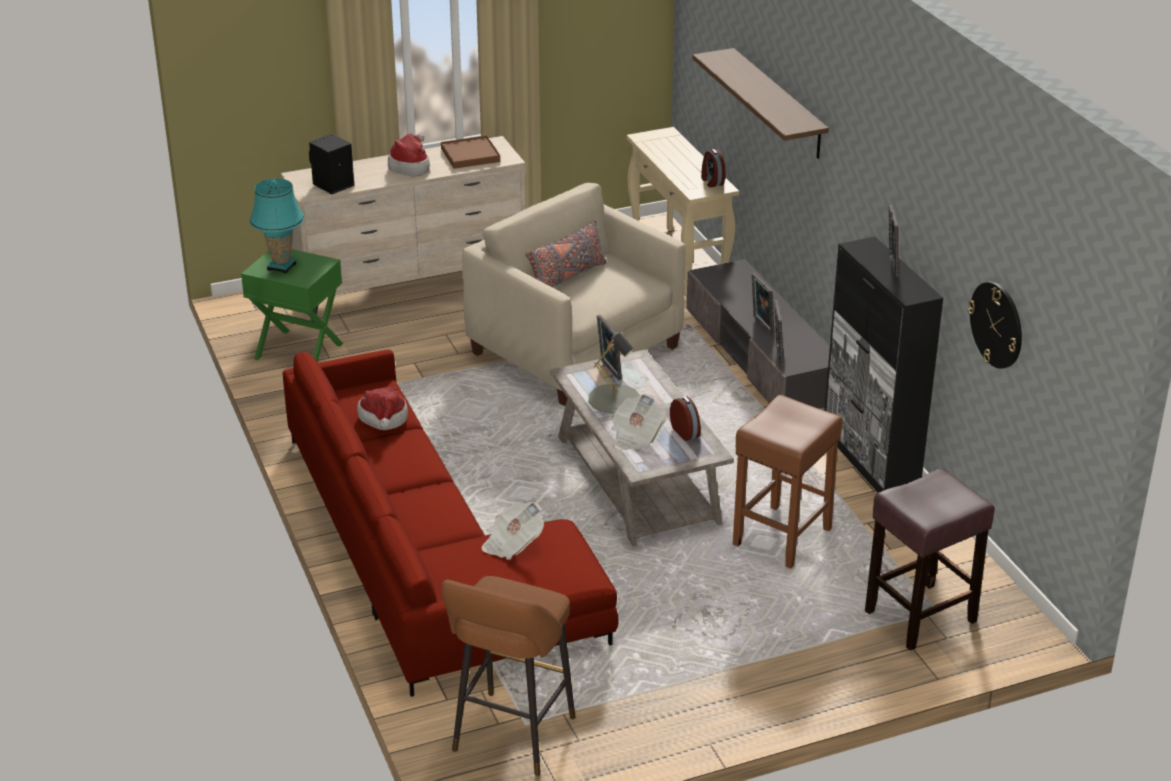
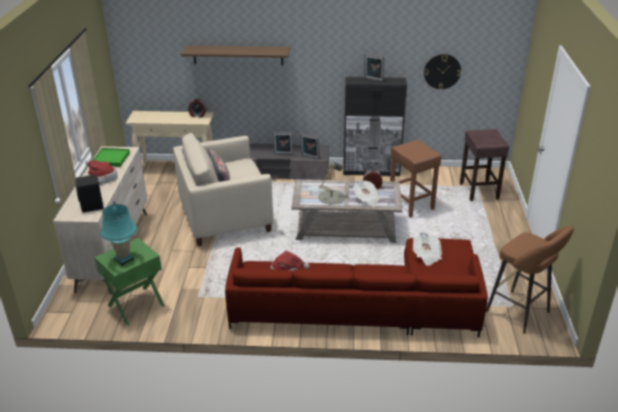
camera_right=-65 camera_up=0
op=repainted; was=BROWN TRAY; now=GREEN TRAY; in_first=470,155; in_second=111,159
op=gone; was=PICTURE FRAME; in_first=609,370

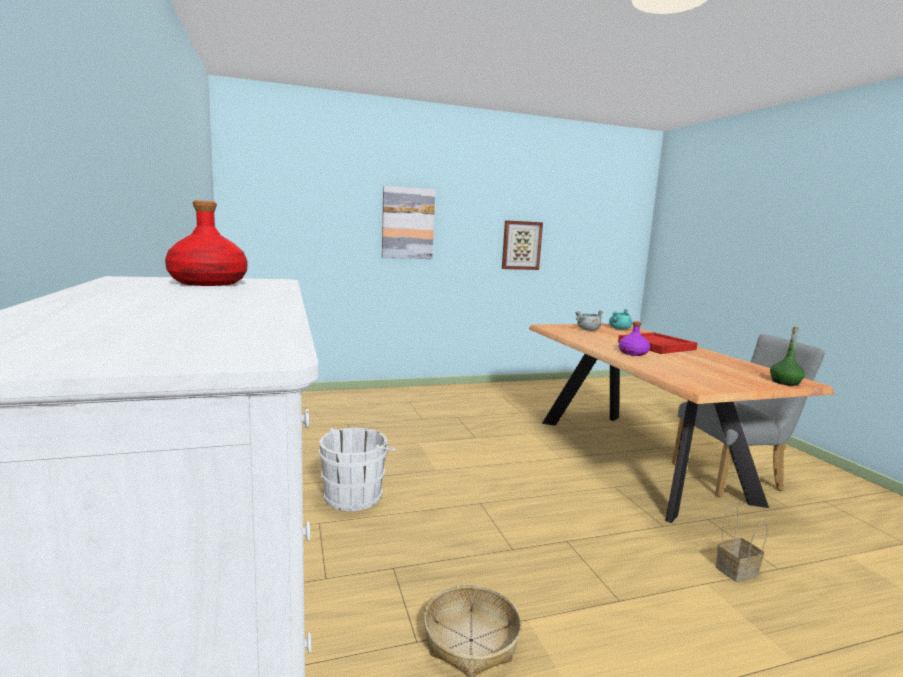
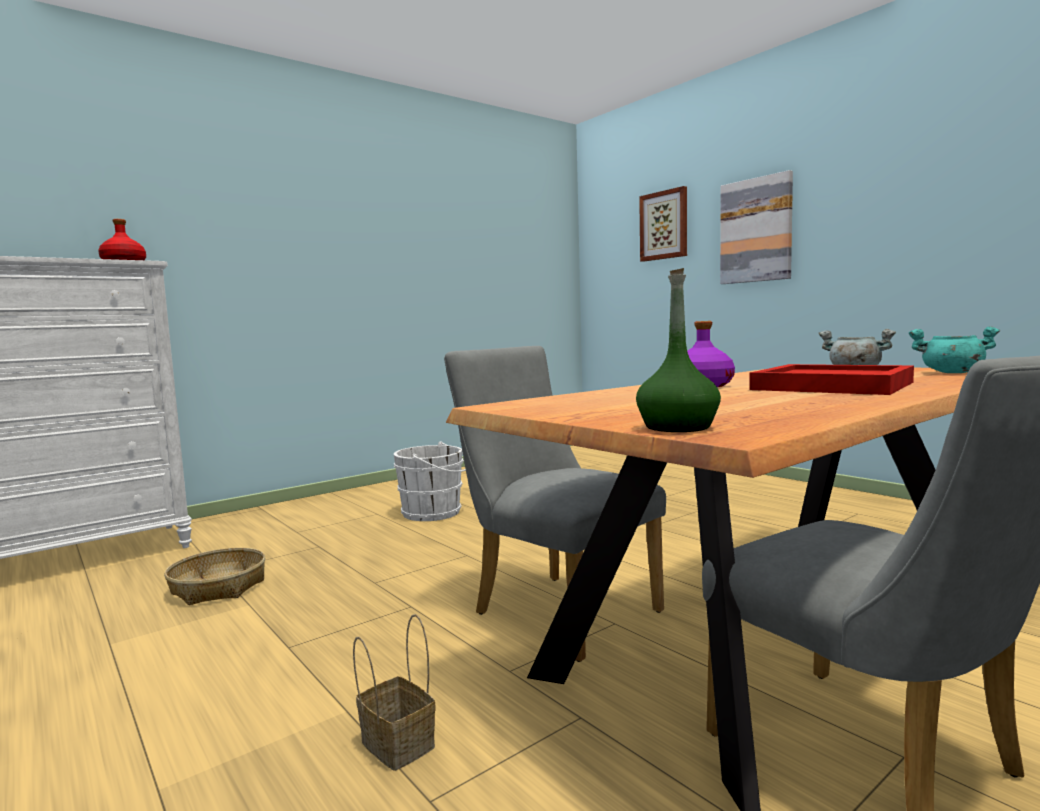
camera_right=70 camera_up=-5
op=shifted; was=PICTURE; in_first=521,245; in_second=664,225
op=new; now=GREY CHAIR; in_second=556,609

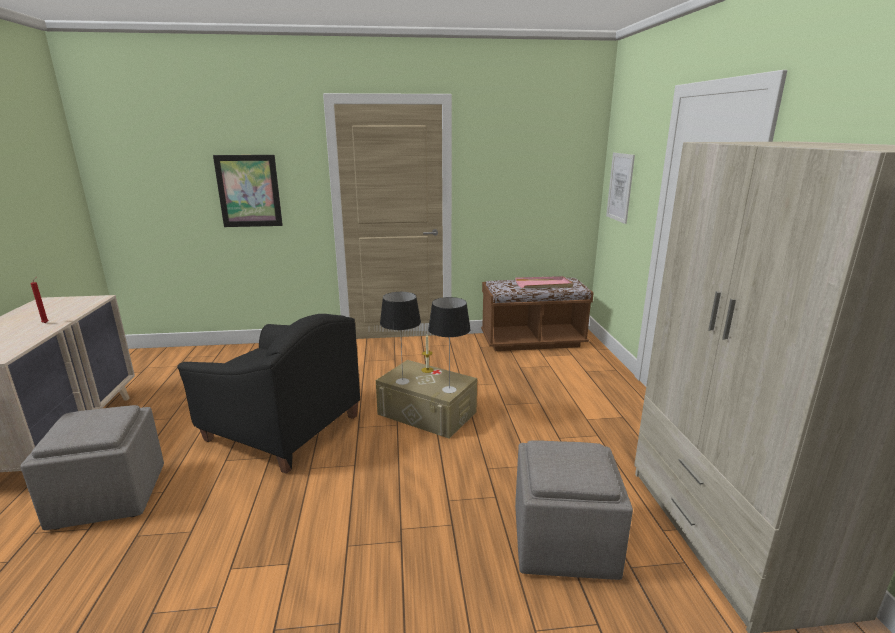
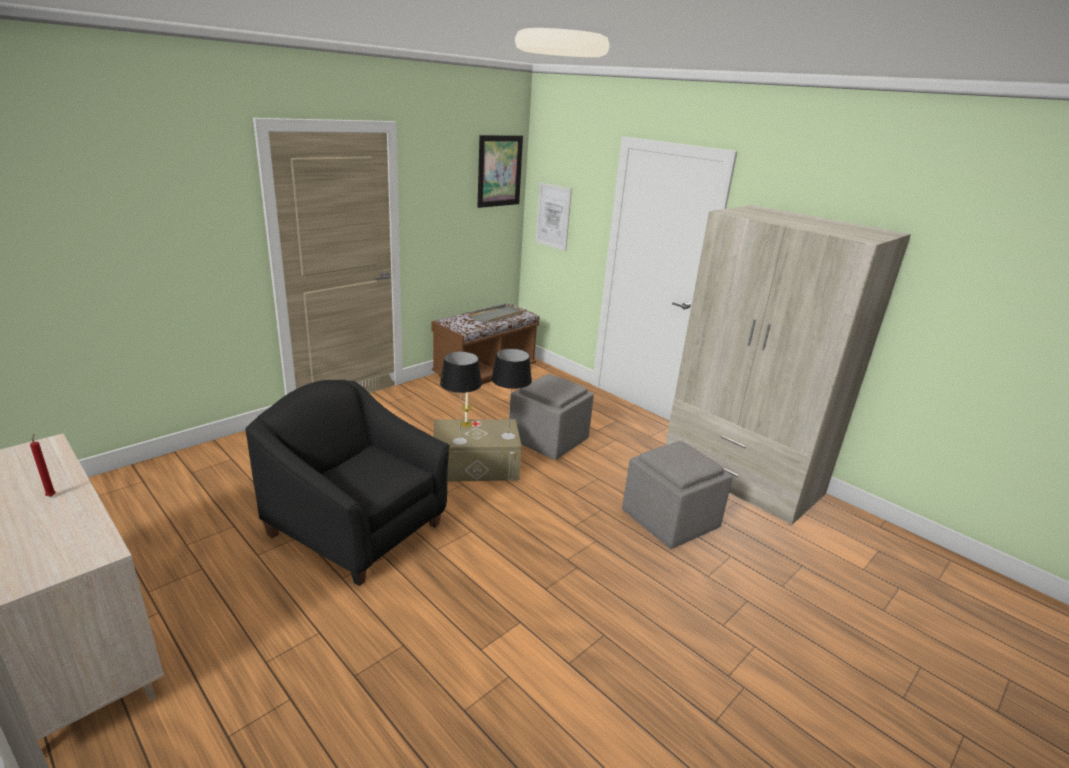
camera_right=-40 camera_up=5
op=shifted; was=GREY OTTOMAN; in_first=108,498; in_second=548,440
op=rotated; was=BLACK ARMCHAIR; in_first=281,429; in_second=358,529; clockwise=-135
op=shifted; was=PICTURE; in_first=249,191; in_second=499,171
op=repainted; was=PINK TRAY; now=GREY TRAY; in_first=544,285; in_second=496,315

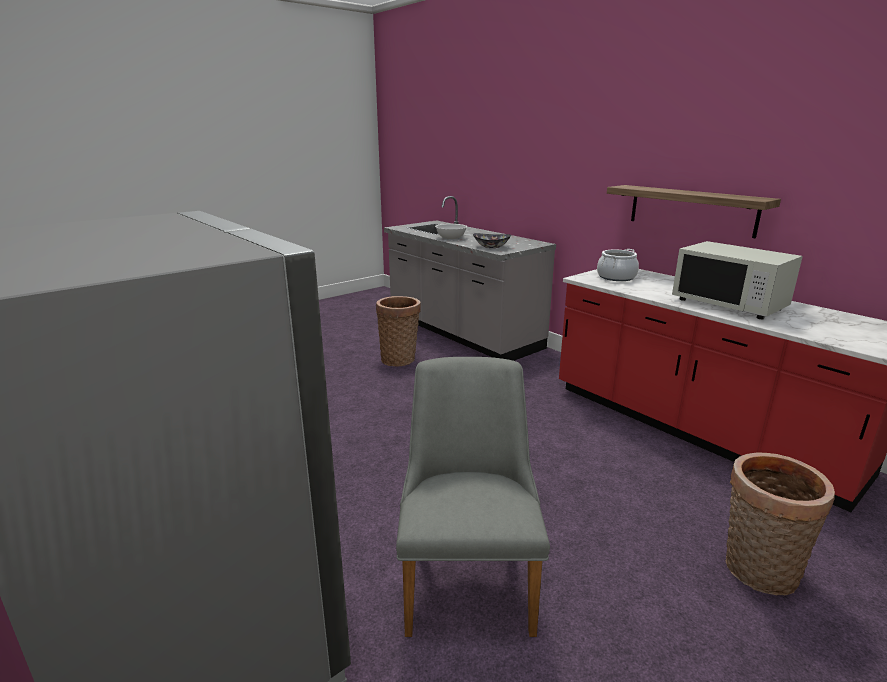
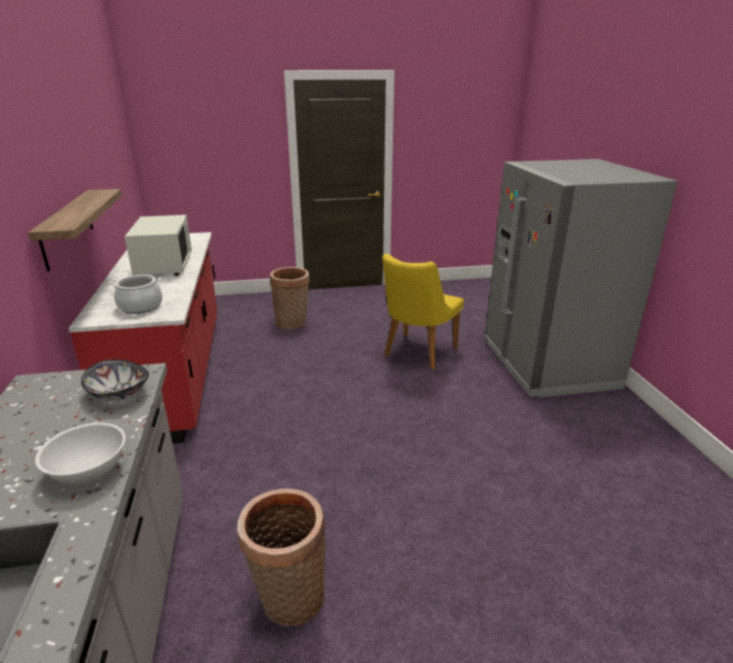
camera_right=-150 camera_up=5
op=repainted; was=GREY CHAIR; now=YELLOW CHAIR; in_first=468,578; in_second=416,354

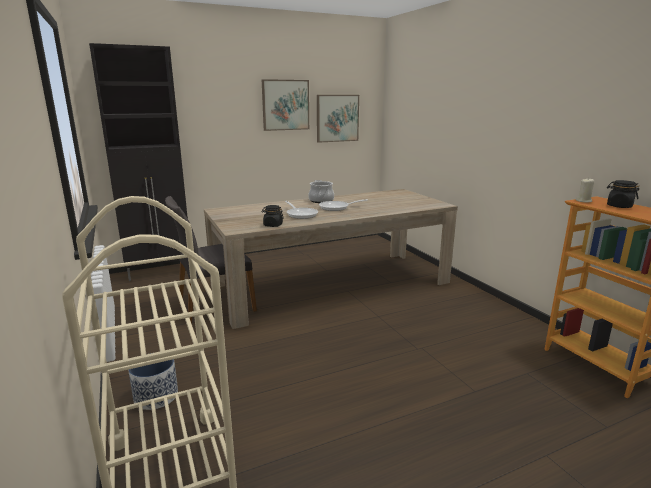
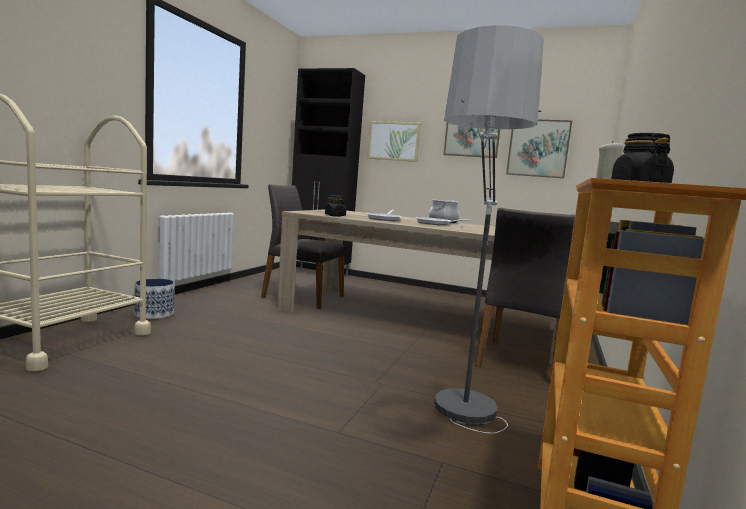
camera_right=45 camera_up=-10
op=new; now=PICTURE; in_second=393,141
op=new; now=FLOOR LAMP; in_second=460,435
op=new; now=GREY CHAIR; in_second=522,362

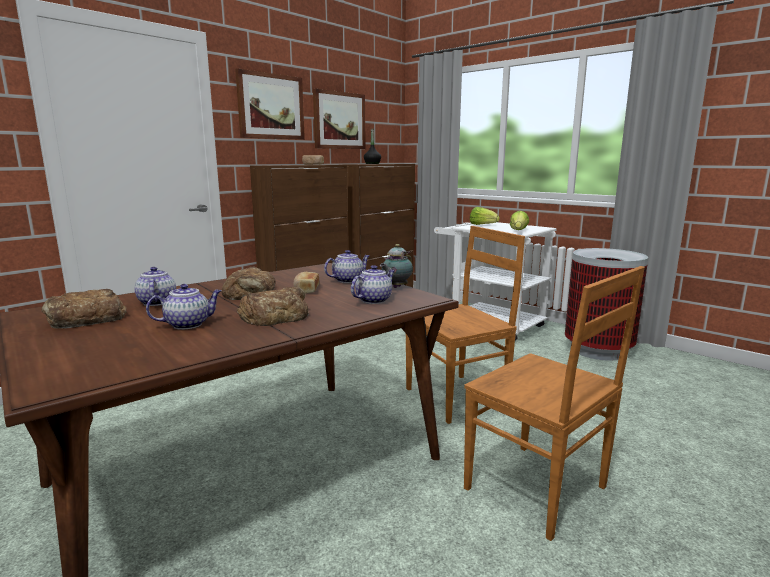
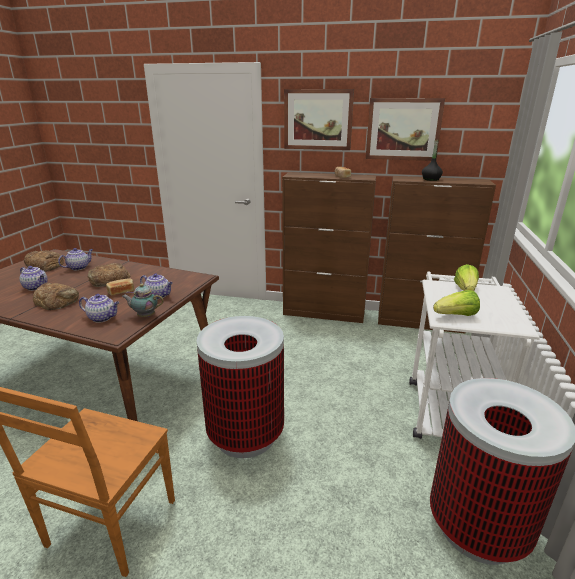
camera_right=60 camera_up=10
op=swapped; was=BROWN CHAIR; now=TRASH CAN; in_first=458,397; in_second=245,435

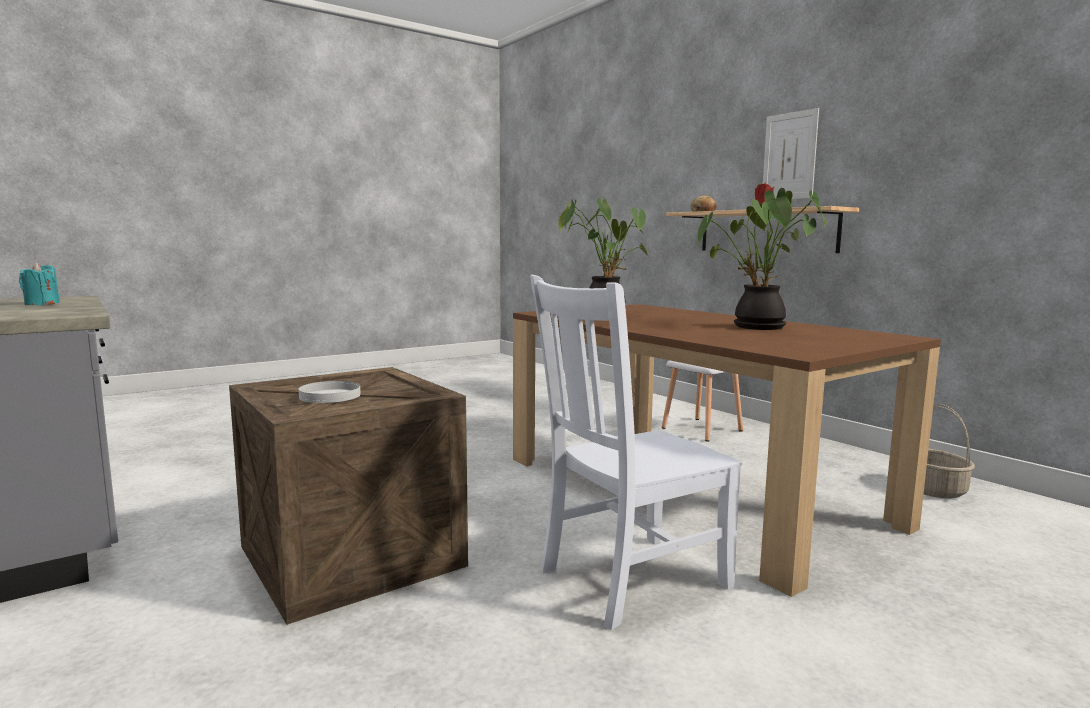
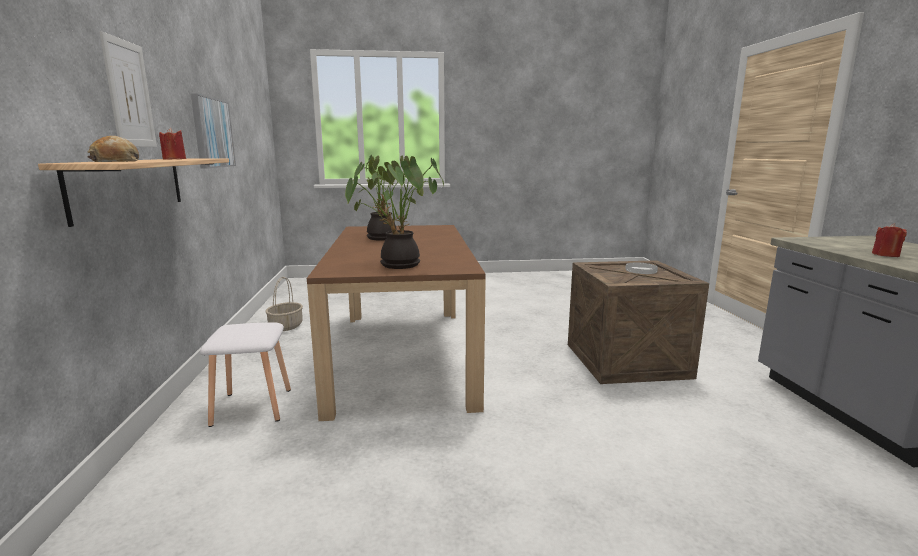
camera_right=-150 camera_up=5
op=repainted; was=TURQUOISE CANDLE; now=RED CANDLE; in_first=42,304; in_second=885,255
op=gone; was=WHITE CHAIR; in_first=628,579
op=new; now=PICTURE; in_second=212,133

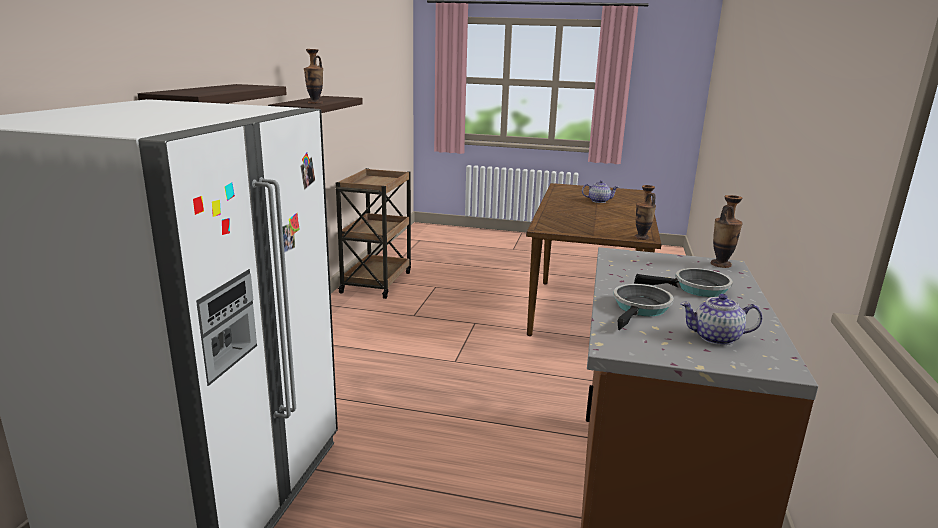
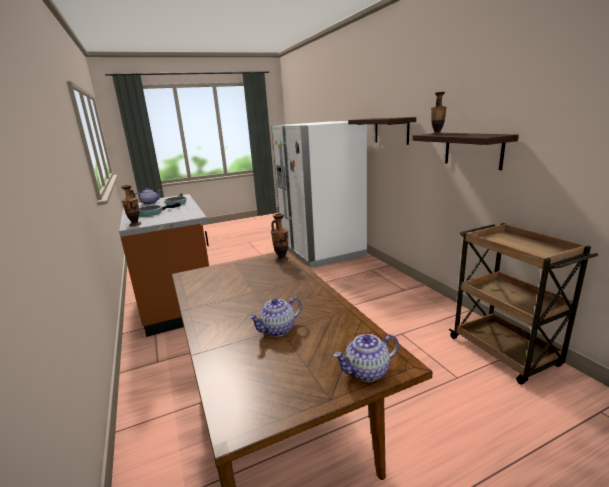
camera_right=145 camera_up=0
op=shifted; was=VASE; in_first=641,238; in_second=282,259
op=new; now=TEAPOT; in_second=367,372

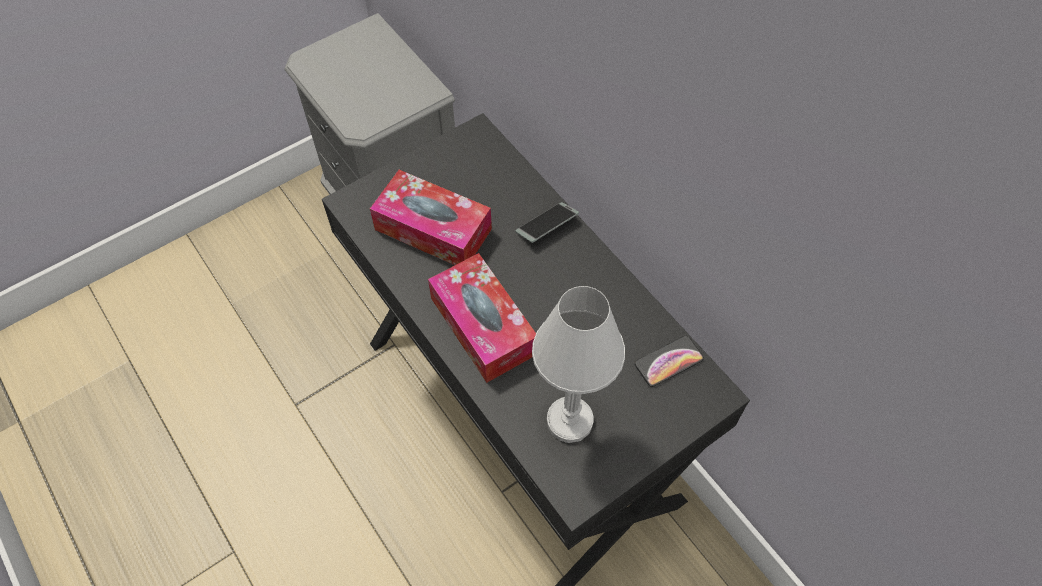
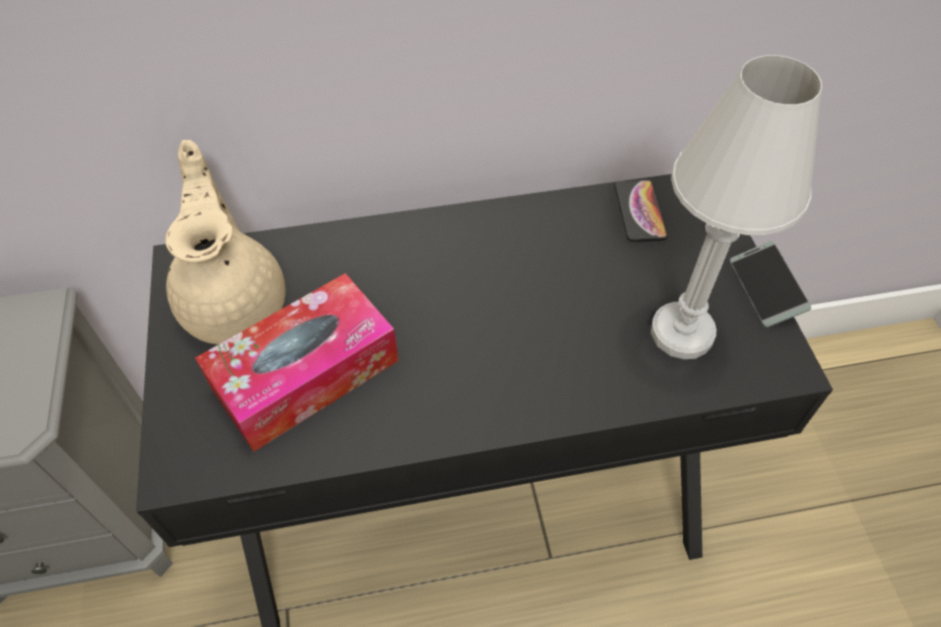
camera_right=-65 camera_up=-5
op=gone; was=TISSUE BOX; in_first=483,326
op=shifted; was=PHONE; in_first=547,226; in_second=765,289
op=new; now=BEIGE TEAPOT; in_second=235,301

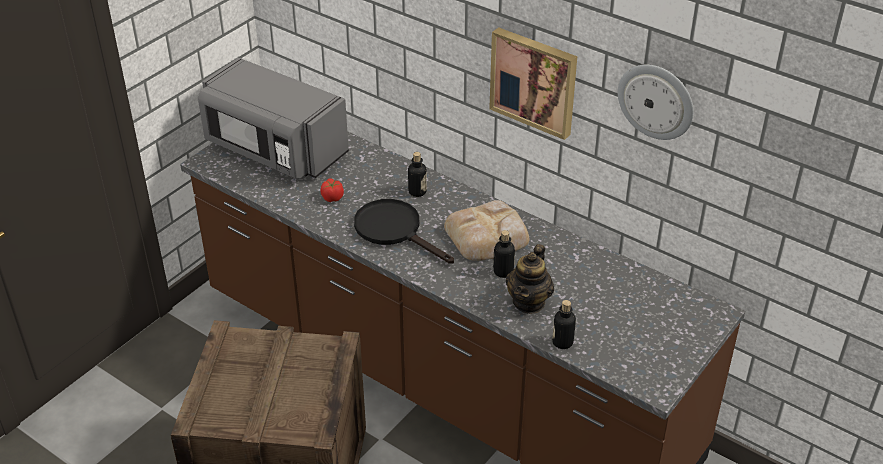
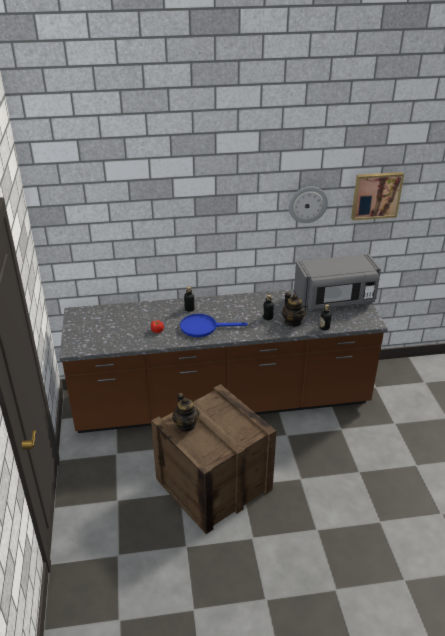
camera_right=-45 camera_up=-5
op=shifted; was=GREY MICROWAVE; in_first=274,150; in_second=335,300
op=repainted; was=BLACK FRYING PAN; now=BLUE FRYING PAN; in_first=395,230; in_second=204,327
op=gone; was=BREAD; in_first=488,236
op=shifted; was=PICTURE; in_first=534,81; in_second=376,195
op=new; now=TEAPOT; in_second=186,425

